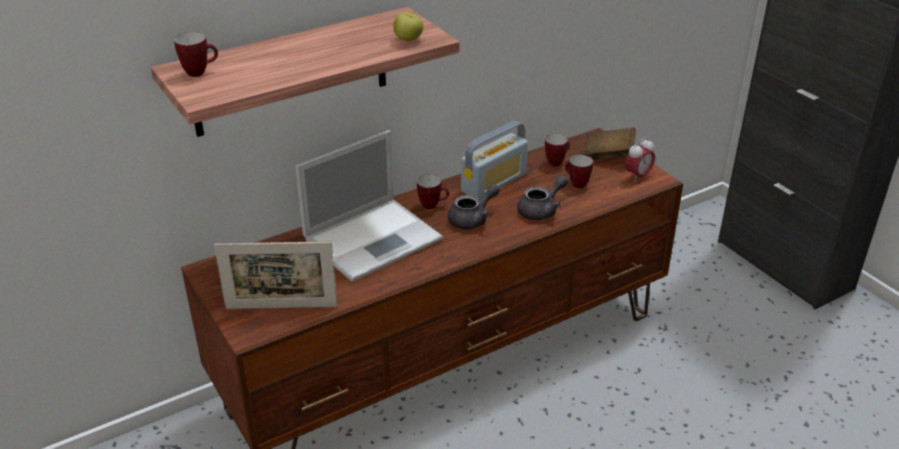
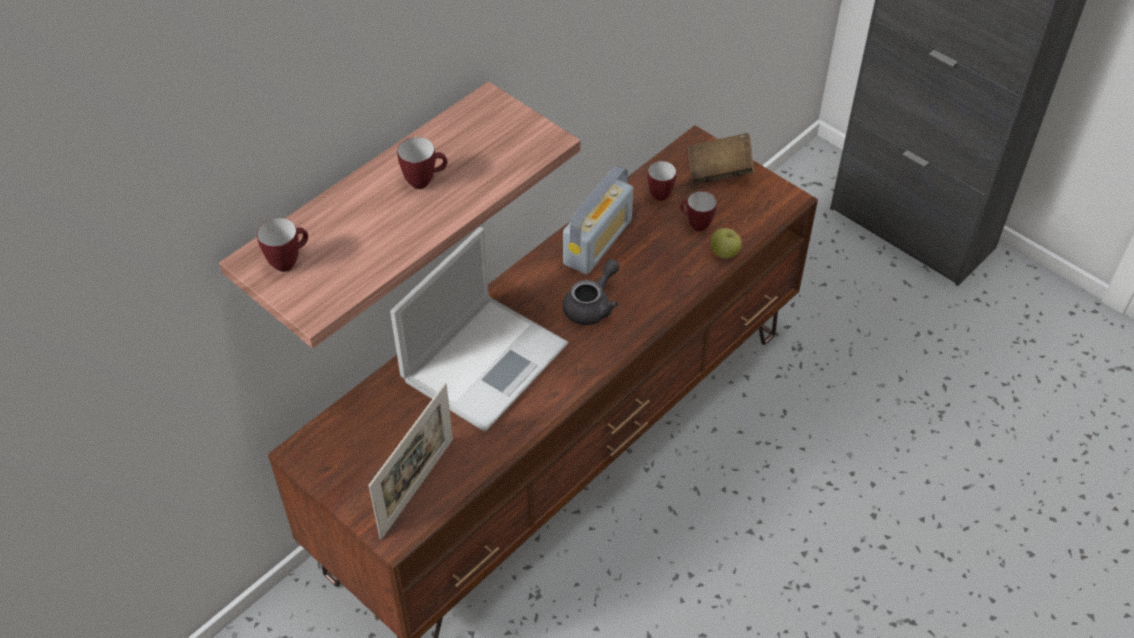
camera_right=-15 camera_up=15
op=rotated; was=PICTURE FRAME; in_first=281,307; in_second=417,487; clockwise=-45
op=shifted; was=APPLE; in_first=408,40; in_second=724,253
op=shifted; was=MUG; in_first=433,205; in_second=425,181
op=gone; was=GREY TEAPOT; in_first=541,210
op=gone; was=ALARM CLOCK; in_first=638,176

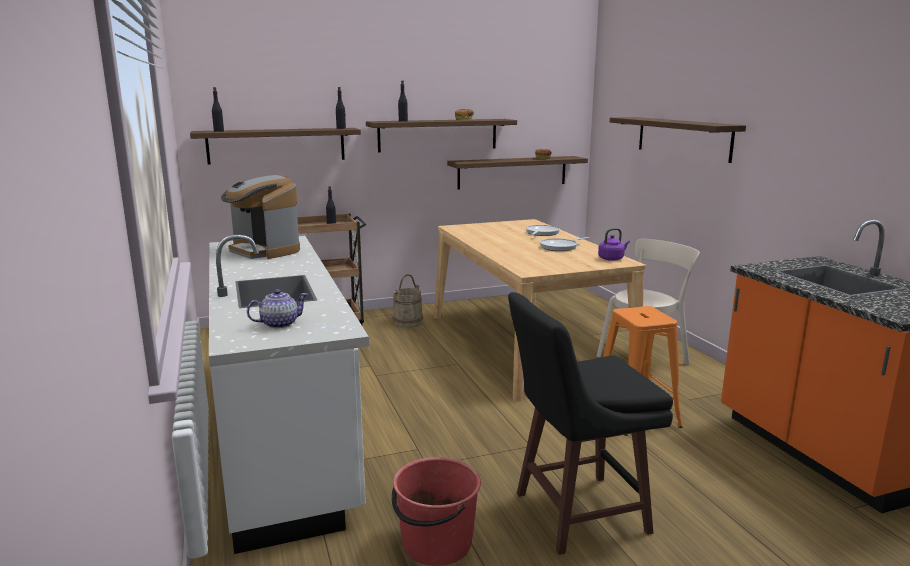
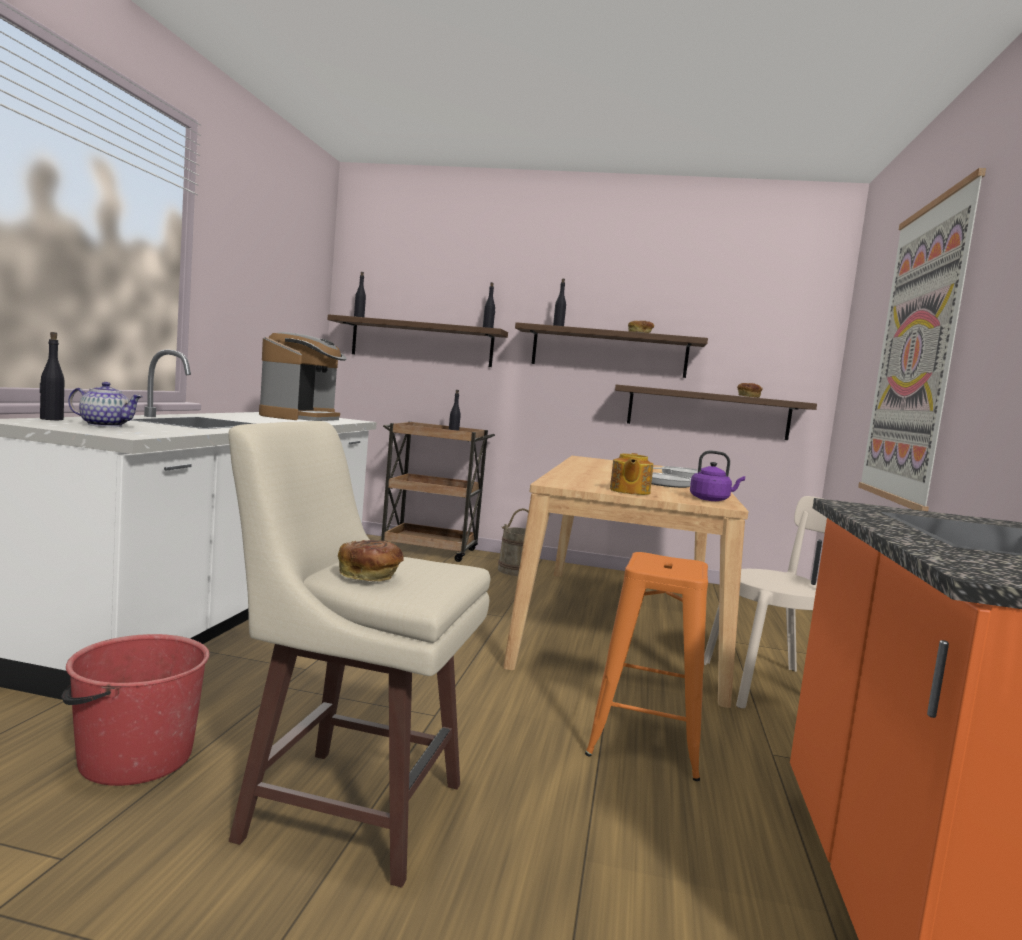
camera_right=30 camera_up=-10
op=rotated; was=COFFEE MACHINE; in_first=264,251; in_second=300,417; clockwise=-150
op=repainted; was=BLACK STOOL; now=BEIGE STOOL; in_first=577,513; in_second=348,808
op=swapped; was=SHELF; now=PICTURE; in_first=682,138; in_second=914,353
op=new; now=BLACK BOTTLE; in_second=51,419
op=new; now=BREAD; in_second=369,576
op=new; now=TEAPOT; in_second=629,491

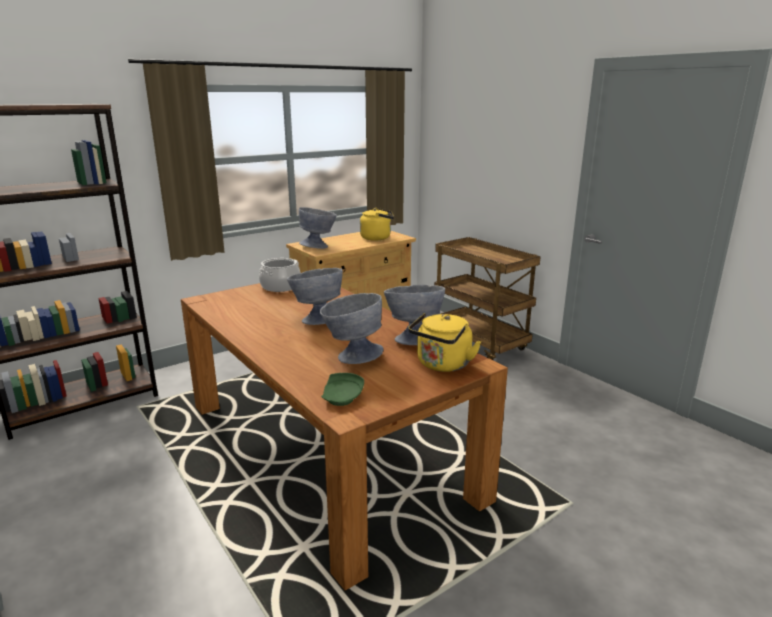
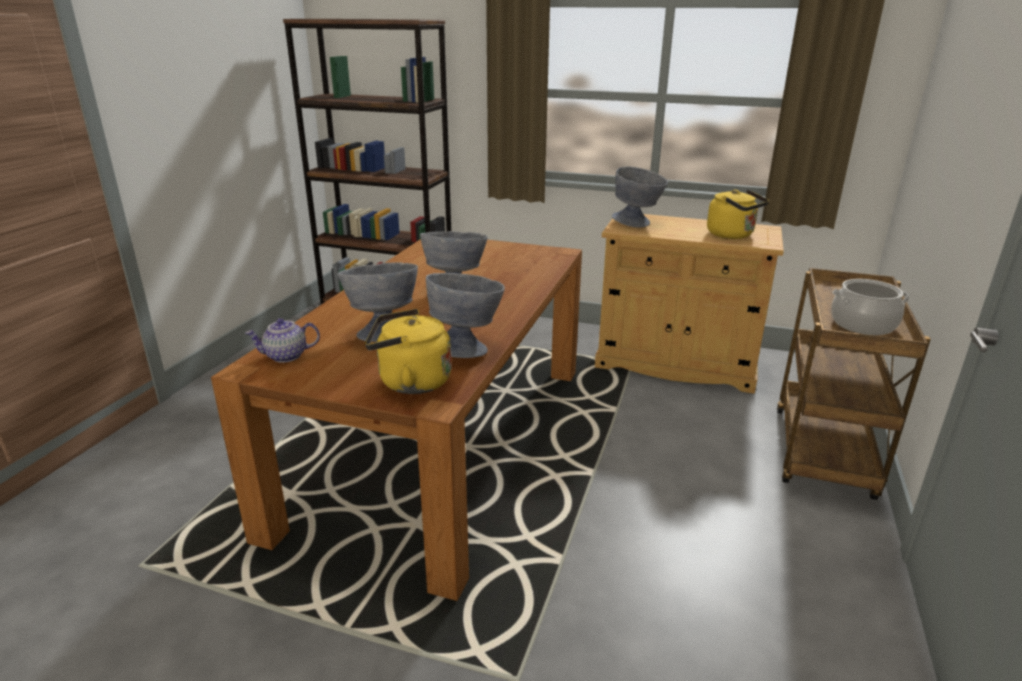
camera_right=55 camera_up=5
op=shifted; was=COOKING POT; in_first=280,286; in_second=862,324
op=swapped; was=GREEN PLATE; now=TEAPOT; in_first=343,397; in_second=285,356

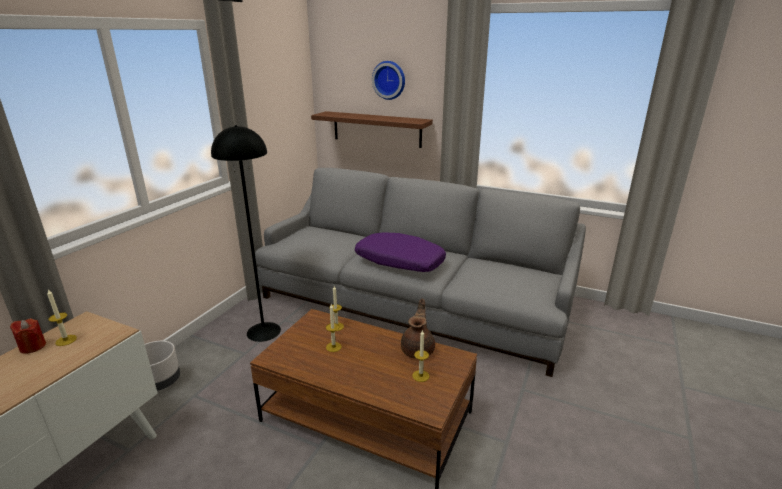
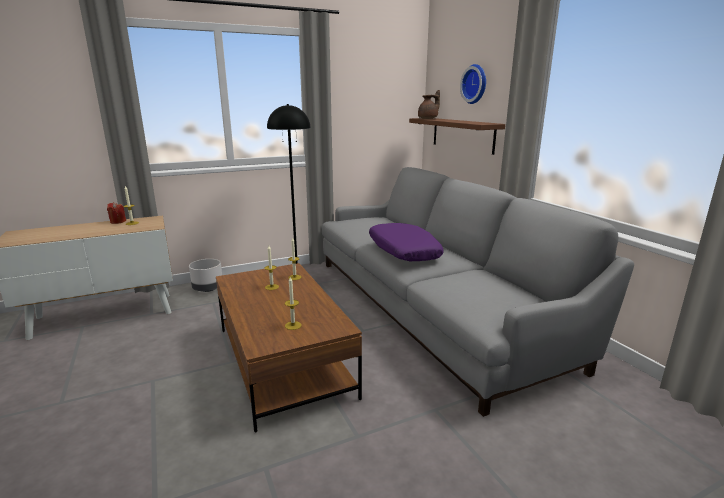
camera_right=40 camera_up=-5
op=shifted; was=BROWN TEAPOT; in_first=418,349; in_second=428,118

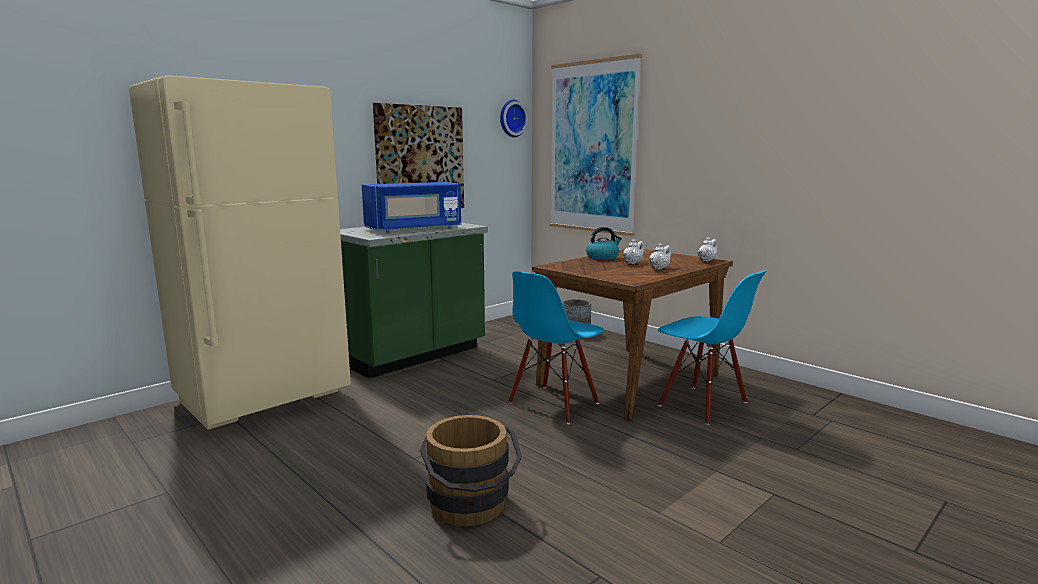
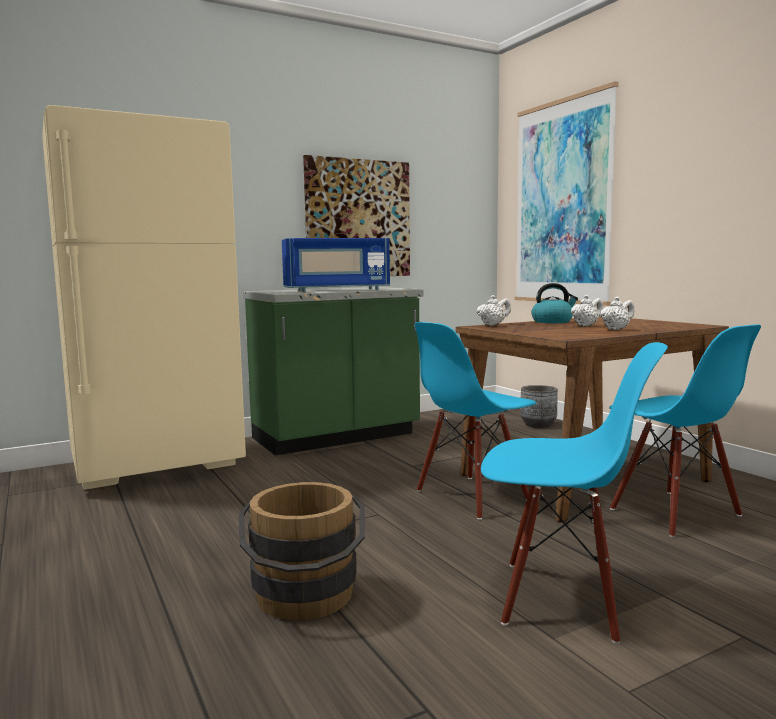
camera_right=15 camera_up=-5
op=gone; was=WALL CLOCK; in_first=511,118
op=shifted; was=WHITE TEAPOT; in_first=707,261; in_second=493,325
op=new; now=BLUE CHAIR; in_second=561,598

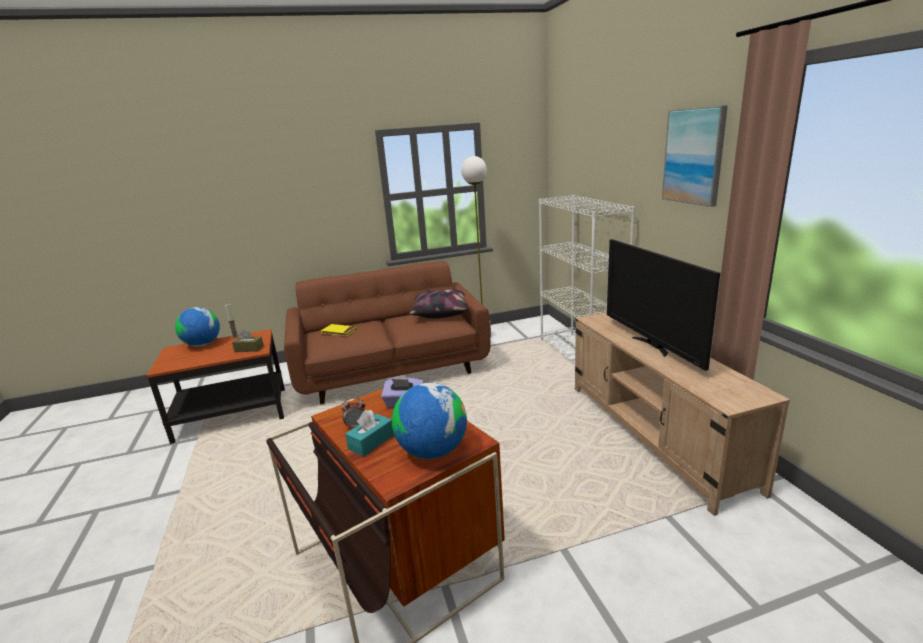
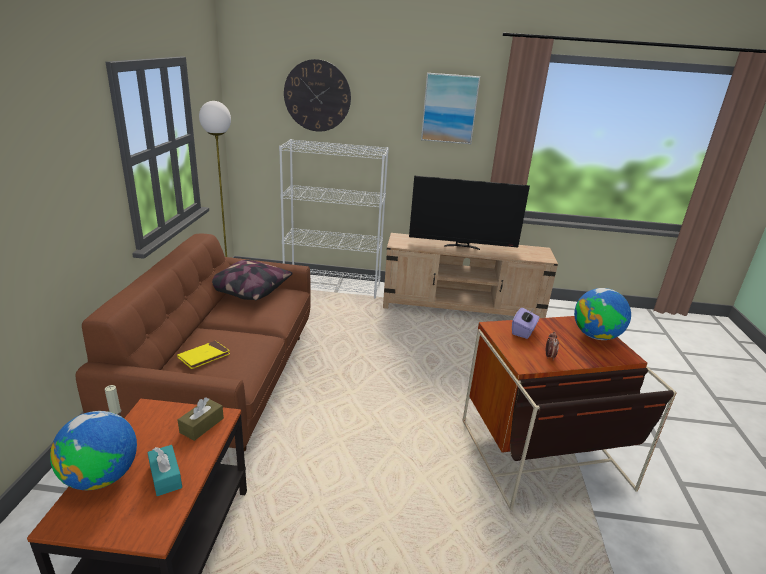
camera_right=-70 camera_up=5
op=shifted; was=TURQUOISE TISSUE BOX; in_first=371,442; in_second=165,476
op=new; now=WALL CLOCK; in_second=317,96

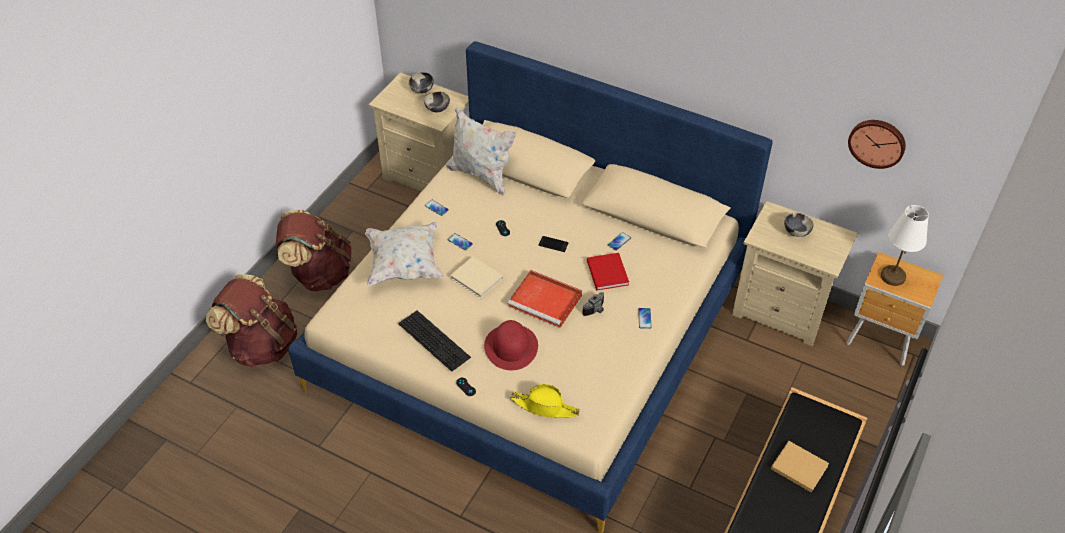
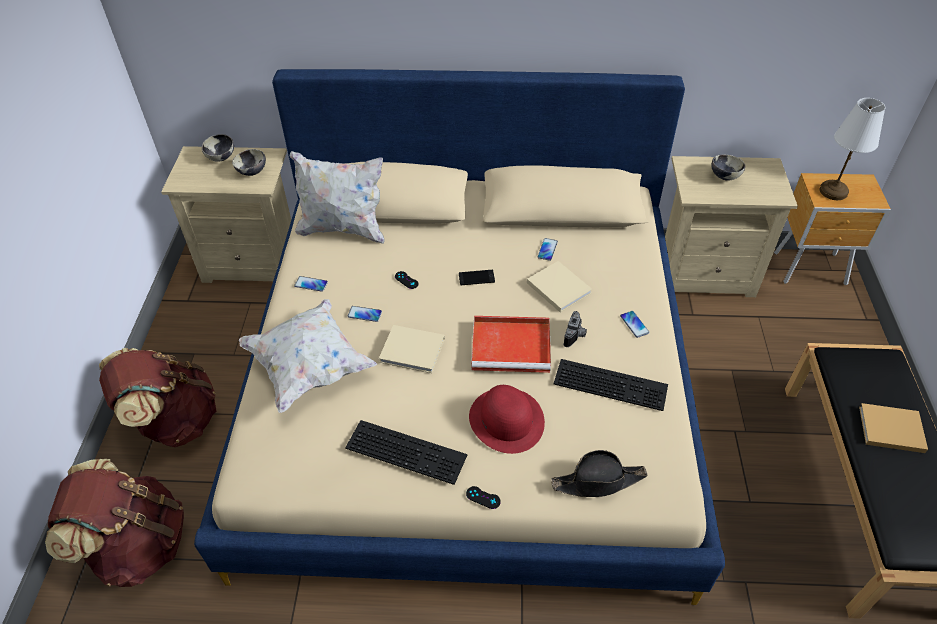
camera_right=-25 camera_up=0
op=repainted; was=YELLOW HAT; now=BLACK HAT; in_first=545,407; in_second=598,481
op=repainted; was=RED BOOK; now=BEIGE BOOK; in_first=607,271; in_second=557,287
op=gone; was=WALL CLOCK; in_first=877,142
op=new; now=KEYBOARD; in_second=612,383

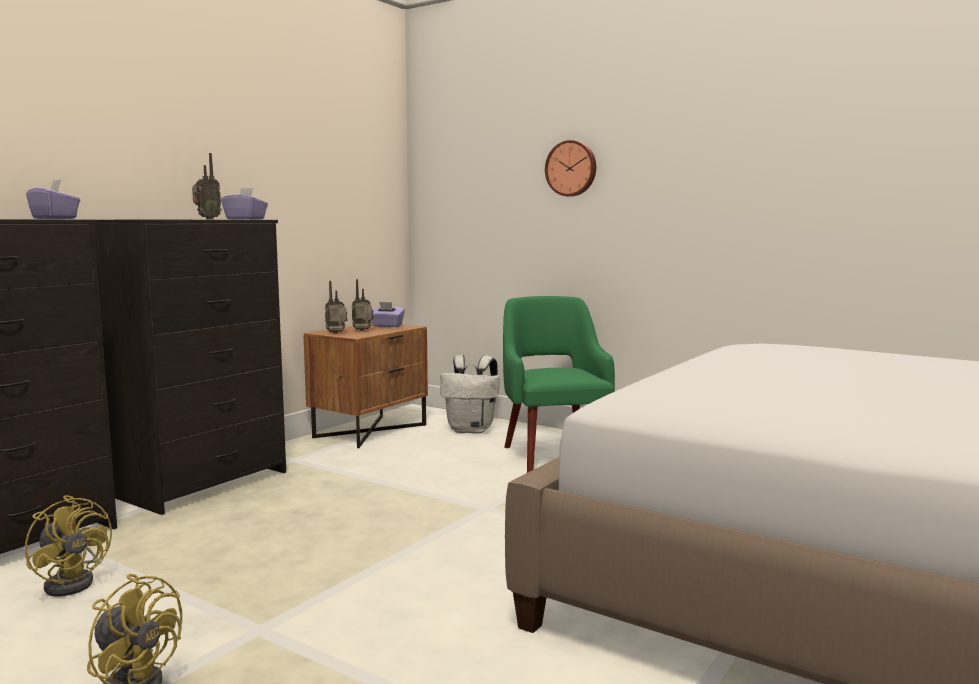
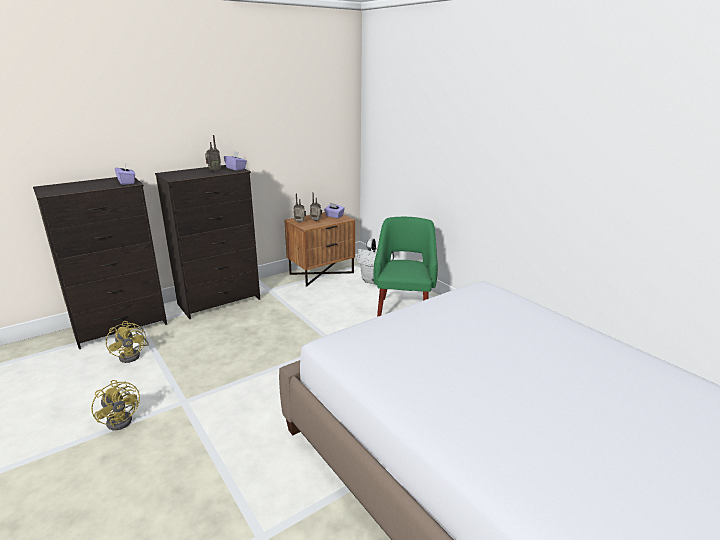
camera_right=20 camera_up=15
op=gone; was=WALL CLOCK; in_first=571,168

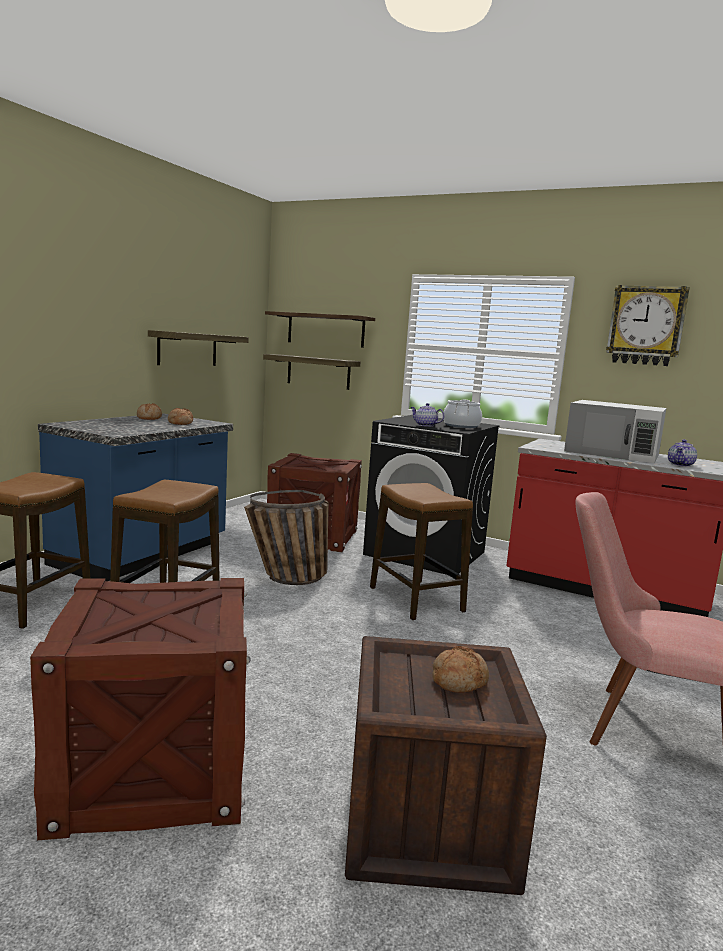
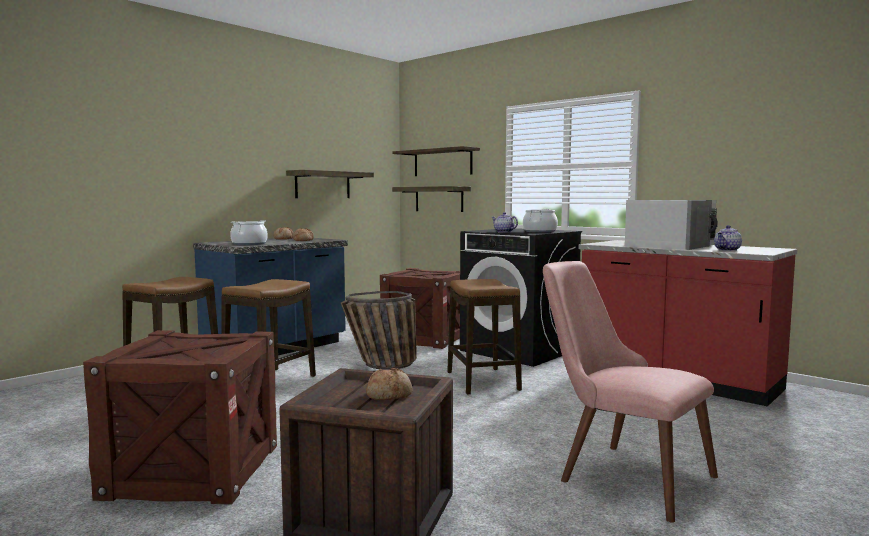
camera_right=15 camera_up=-5
op=rotated; was=WHITE MICROWAVE; in_first=613,453; in_second=671,245; clockwise=-90
op=gone; was=WALL CLOCK; in_first=646,325
op=new; now=COOKING POT; in_second=249,244

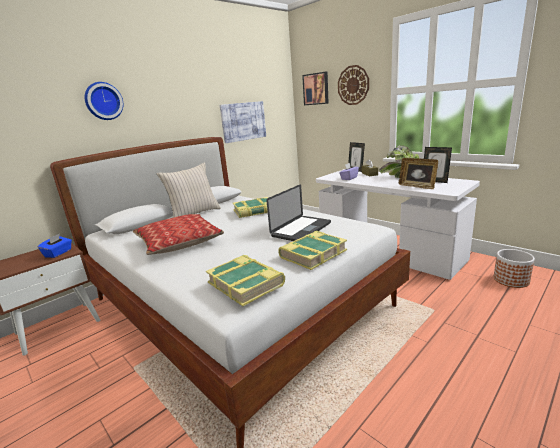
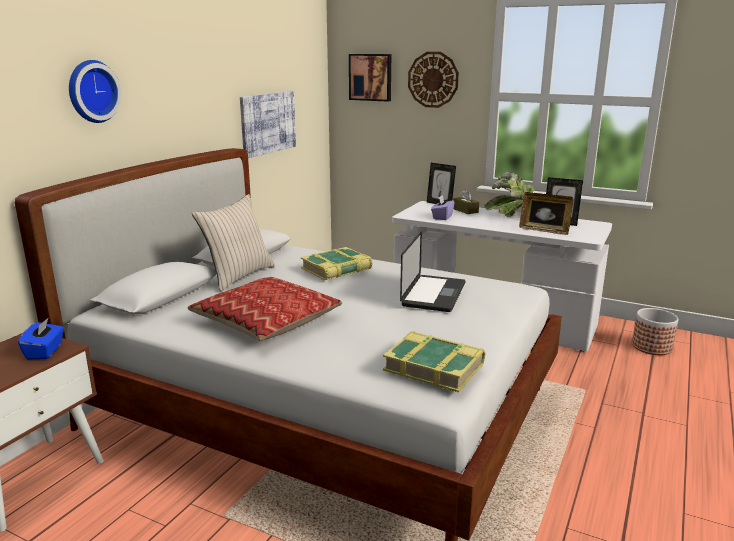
camera_right=-20 camera_up=0
op=gone; was=BOOK; in_first=312,254

